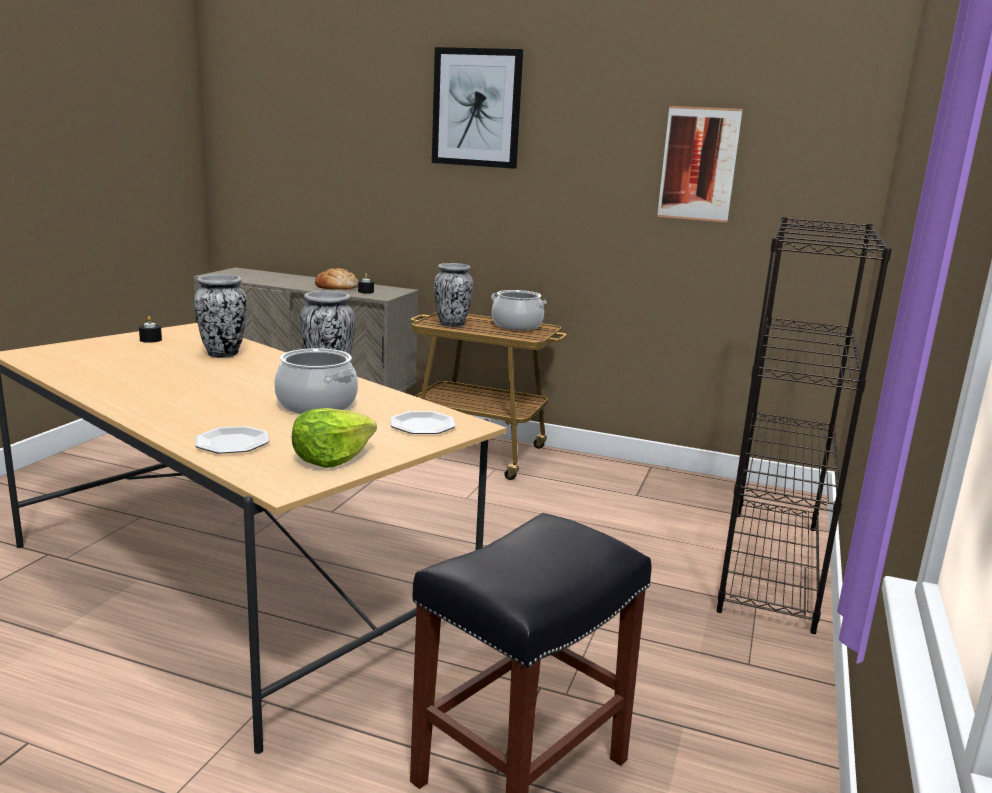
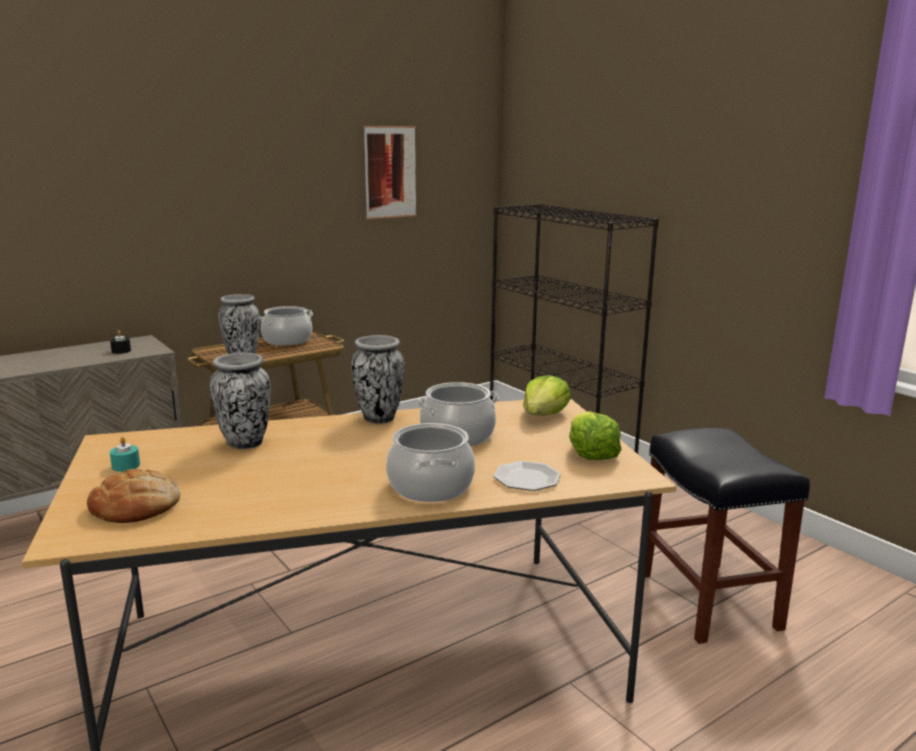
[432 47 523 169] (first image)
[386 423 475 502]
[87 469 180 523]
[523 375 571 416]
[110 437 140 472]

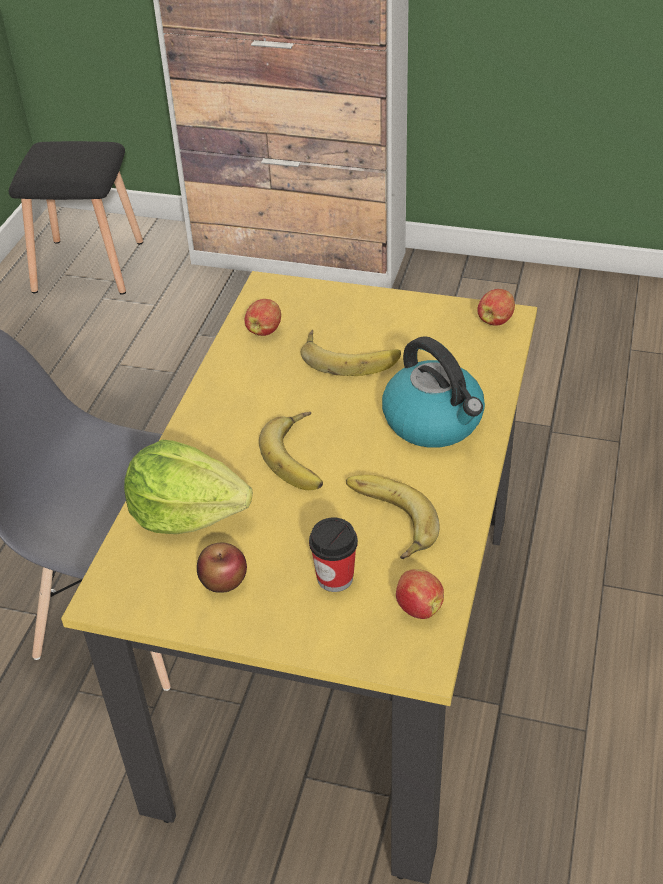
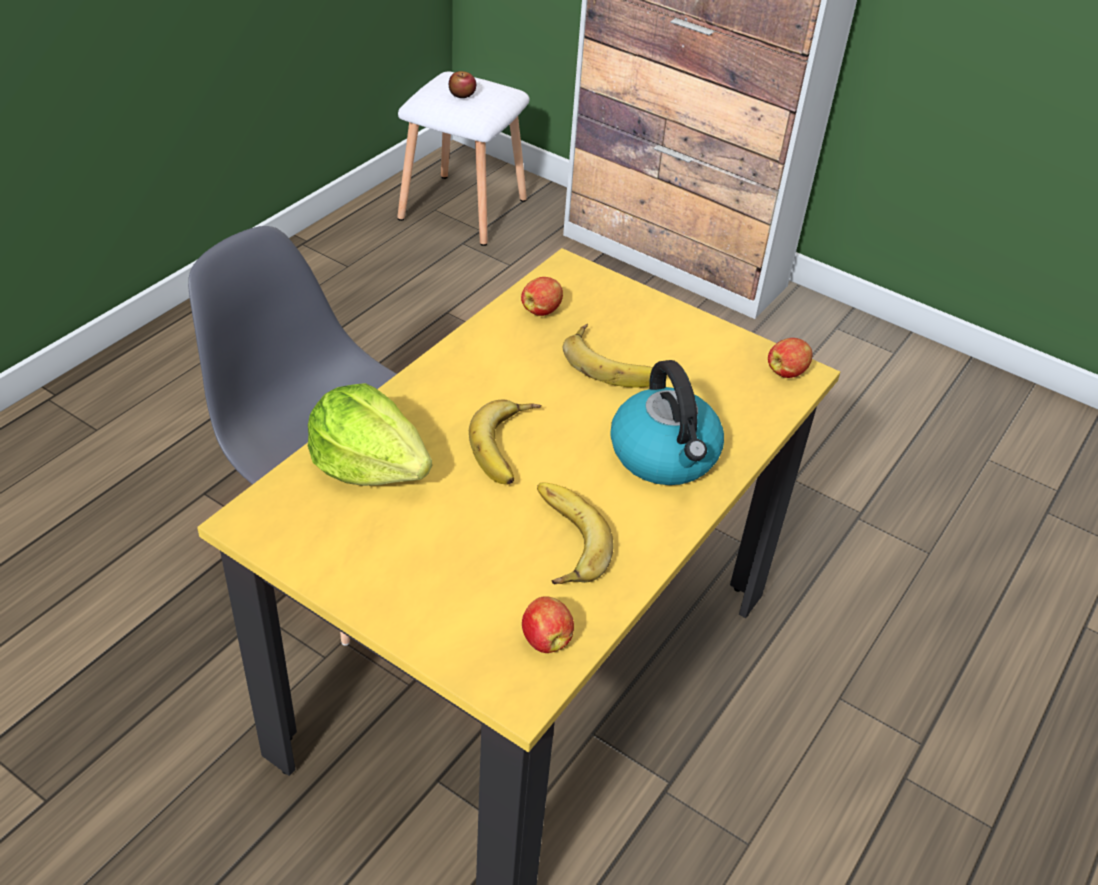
[309 518 358 592] (first image)
[449 71 476 98]
[397 72 530 246]

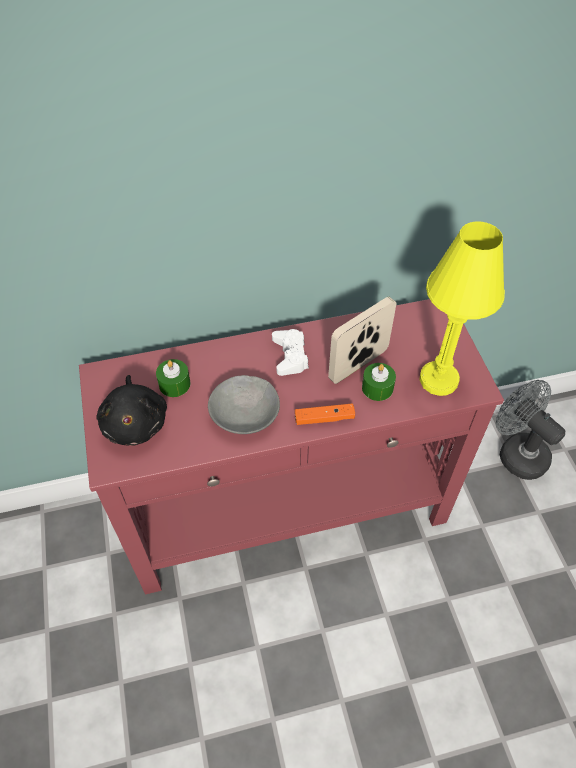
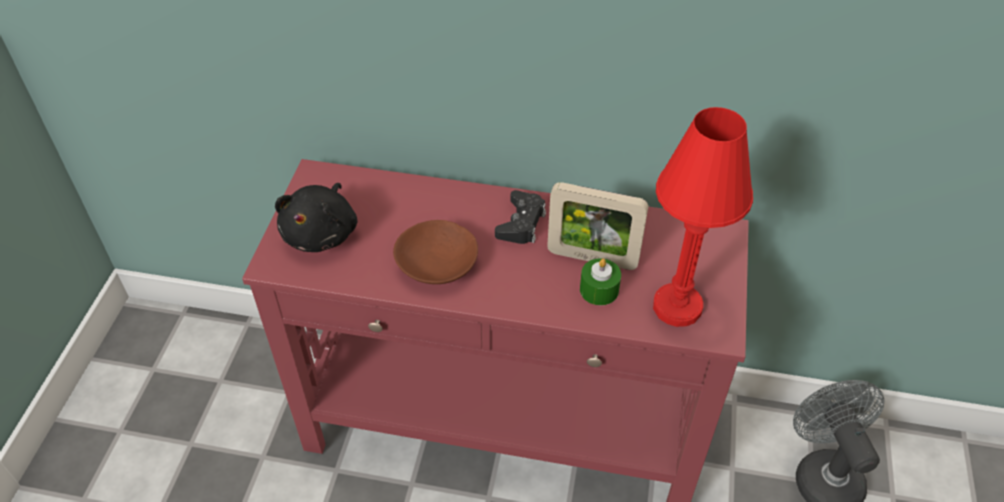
[156 359 190 397] (first image)
[295 403 355 425] (first image)
[393 220 478 284]
[495 190 546 244]
[653 107 753 327]
[547 182 648 270]

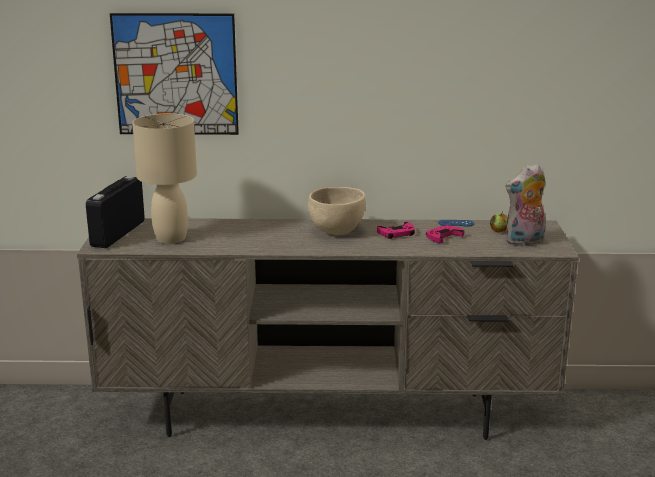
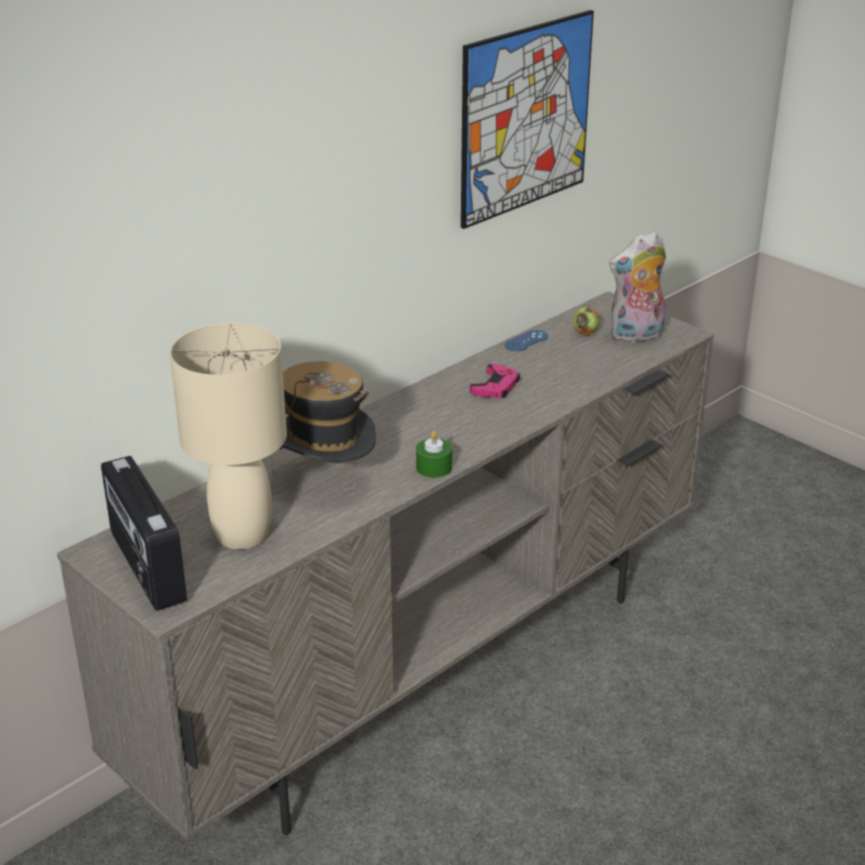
[308 187 366 235] (first image)
[426 225 464 243] (first image)
[271 361 376 477]
[416 431 452 478]
[461 10 594 229]
[609 231 666 343]

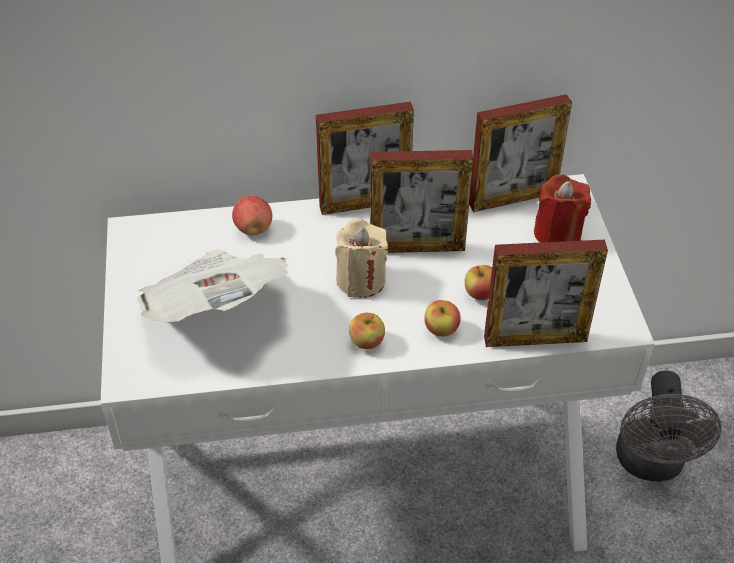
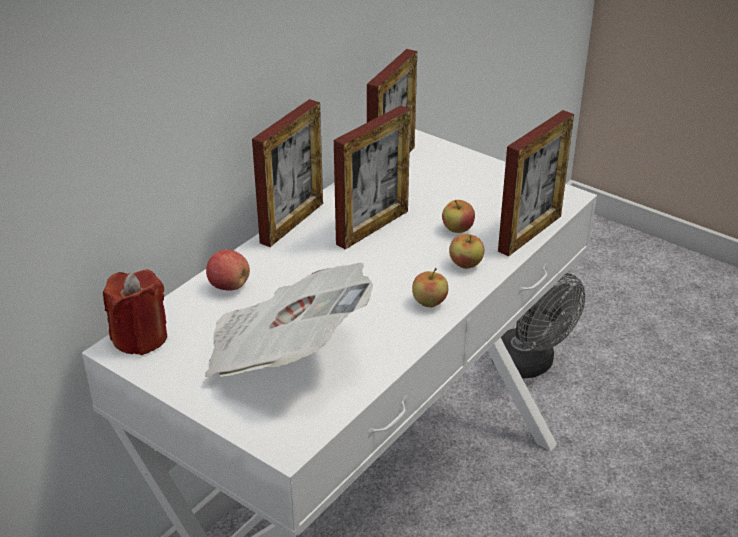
[335 219 388 298] (first image)
[103 270 167 355]

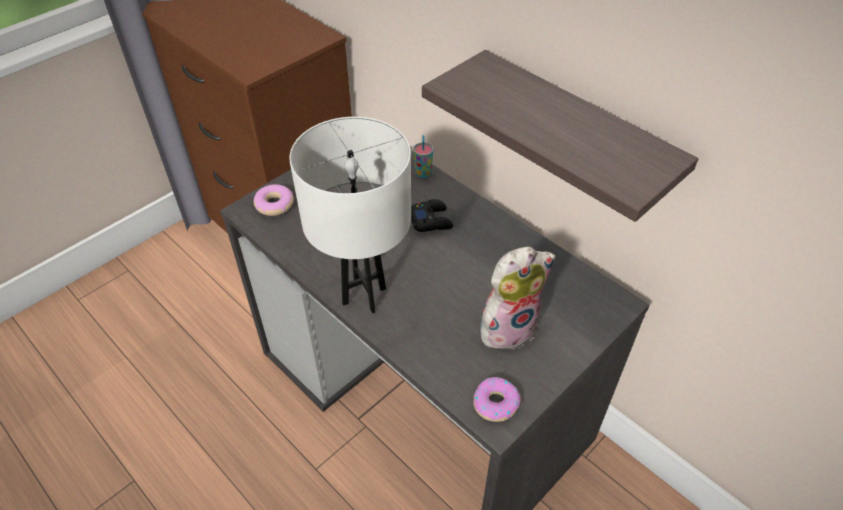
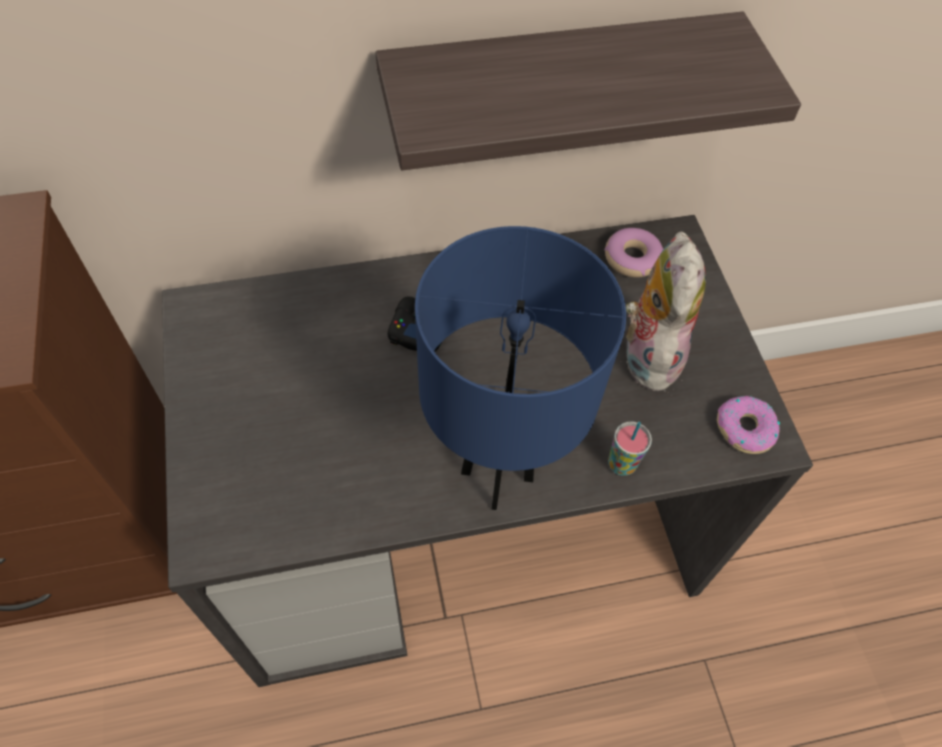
[605 228 663 278]
[608 422 652 476]
[415 226 626 510]

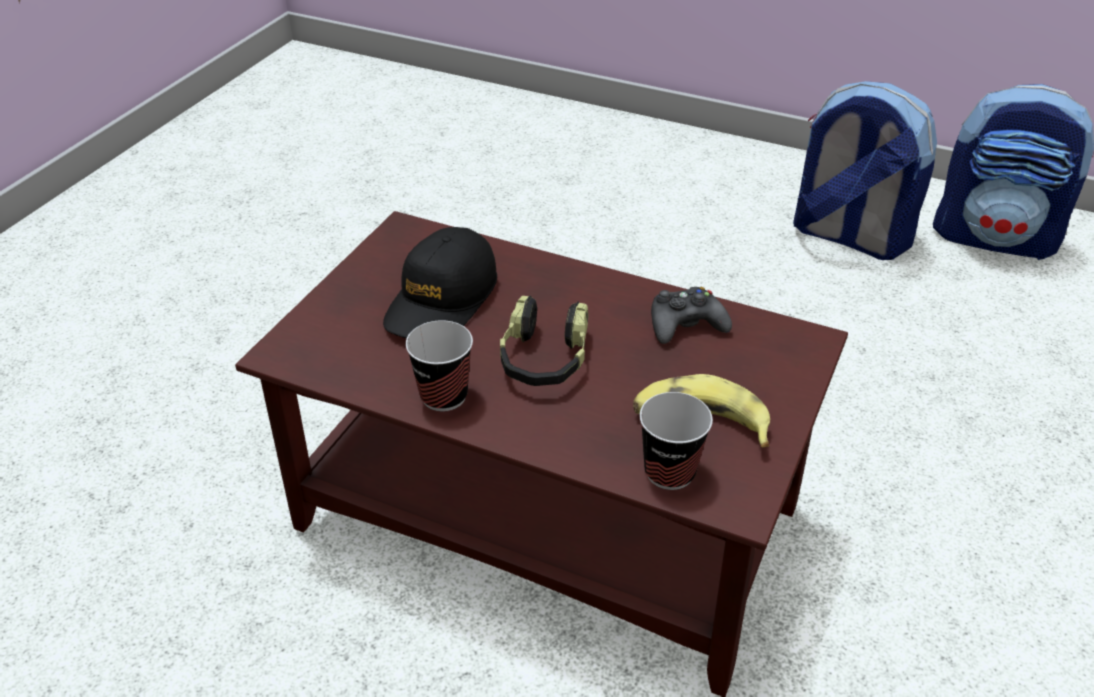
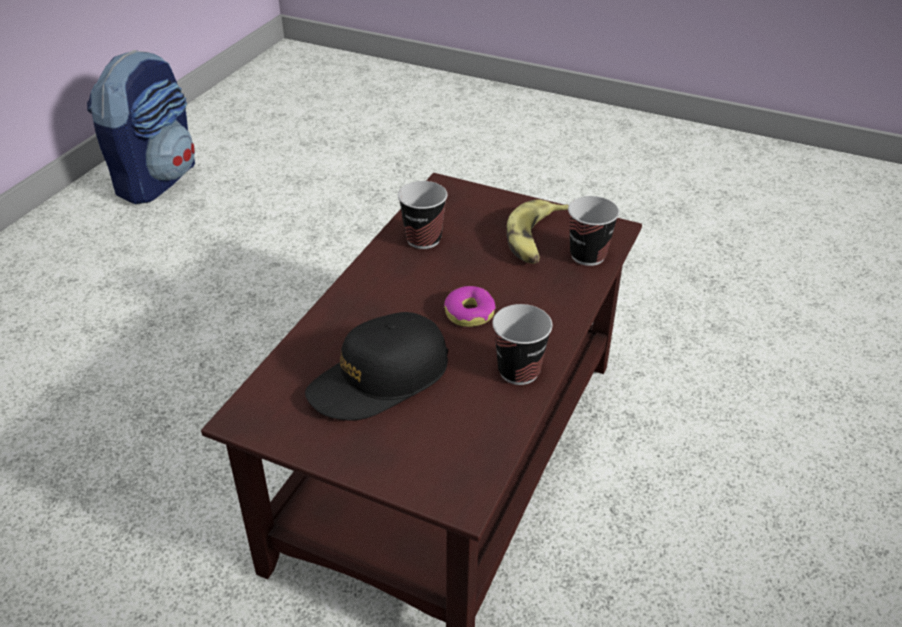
[793 81 937 260] (first image)
[444 286 496 327]
[398 181 447 249]
[305 312 448 421]

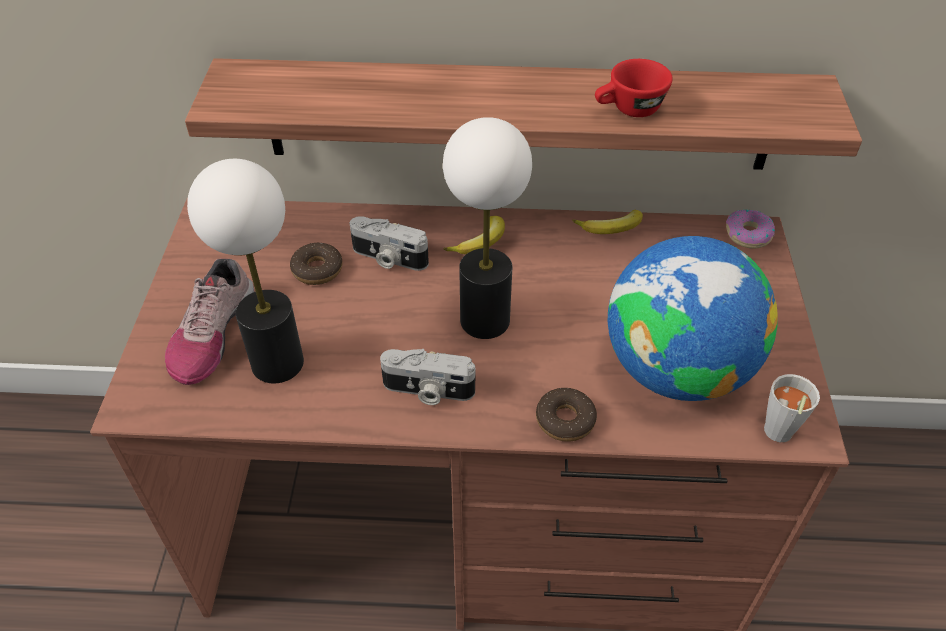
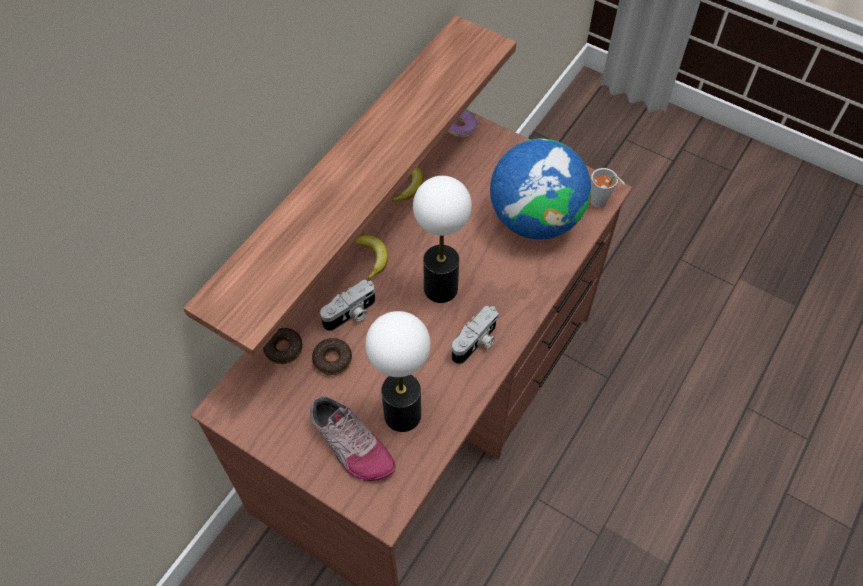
[595 59 673 117] (first image)
[263 328 303 364]

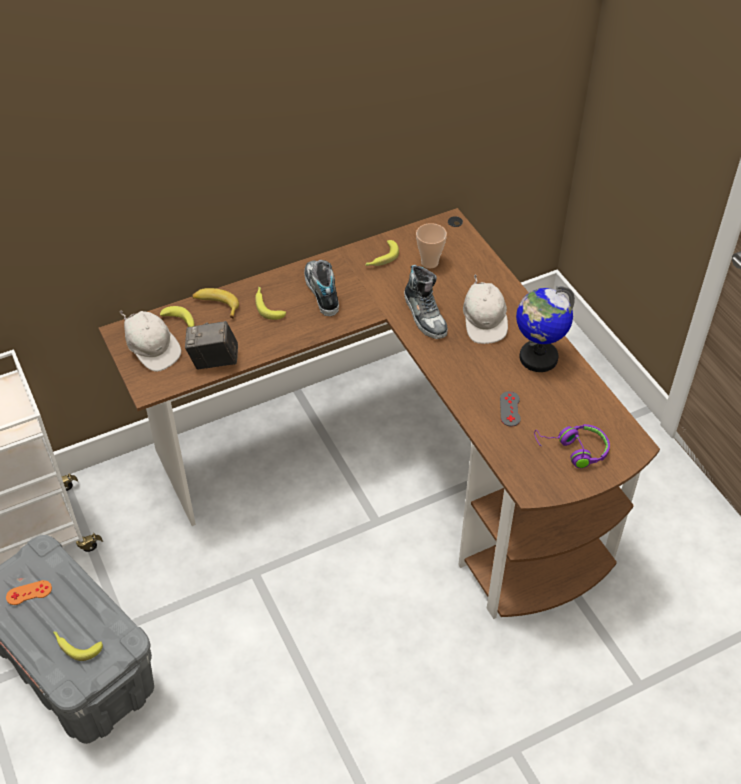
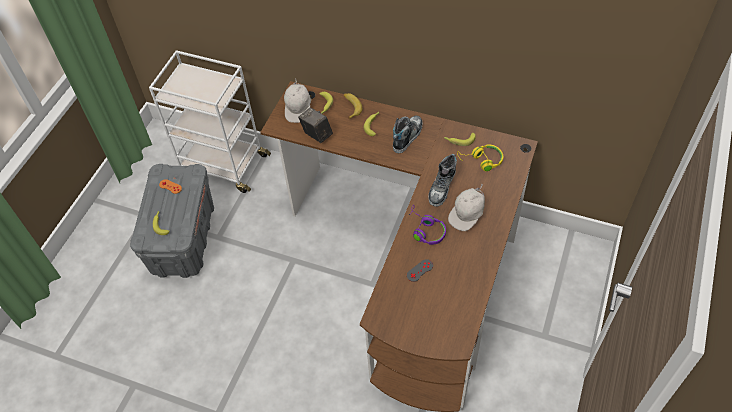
[516 286 575 372] (first image)
[409 205 446 245]
[457 144 504 172]

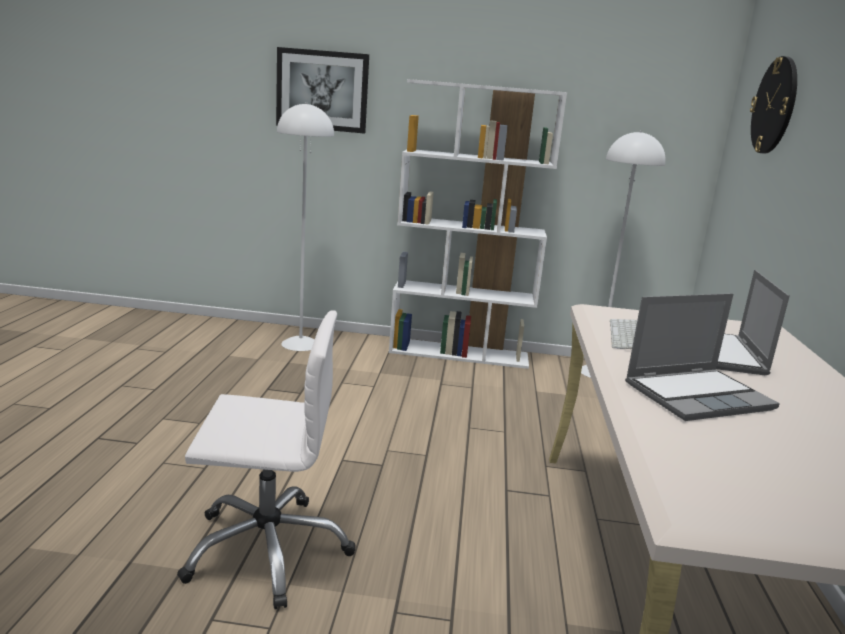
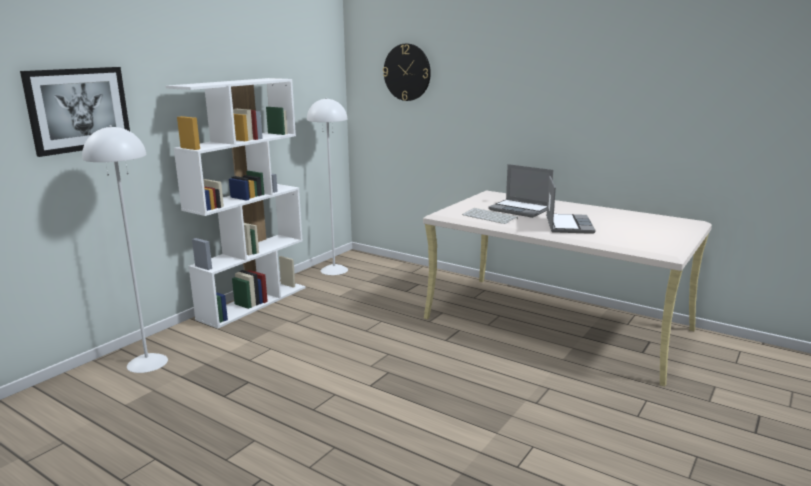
[177 311 356 610] (first image)

